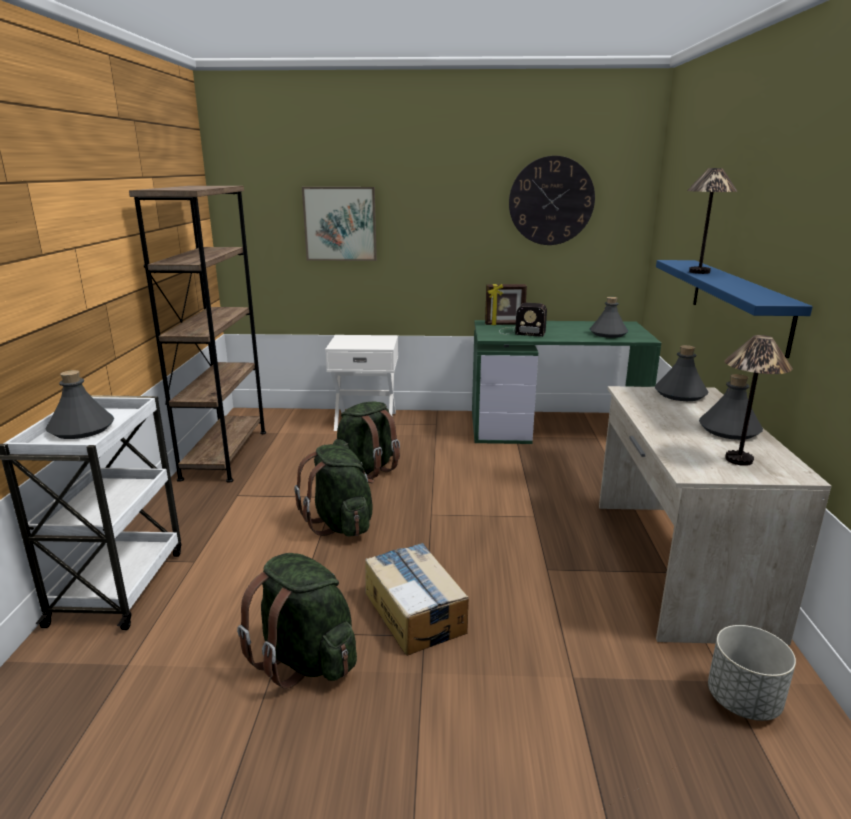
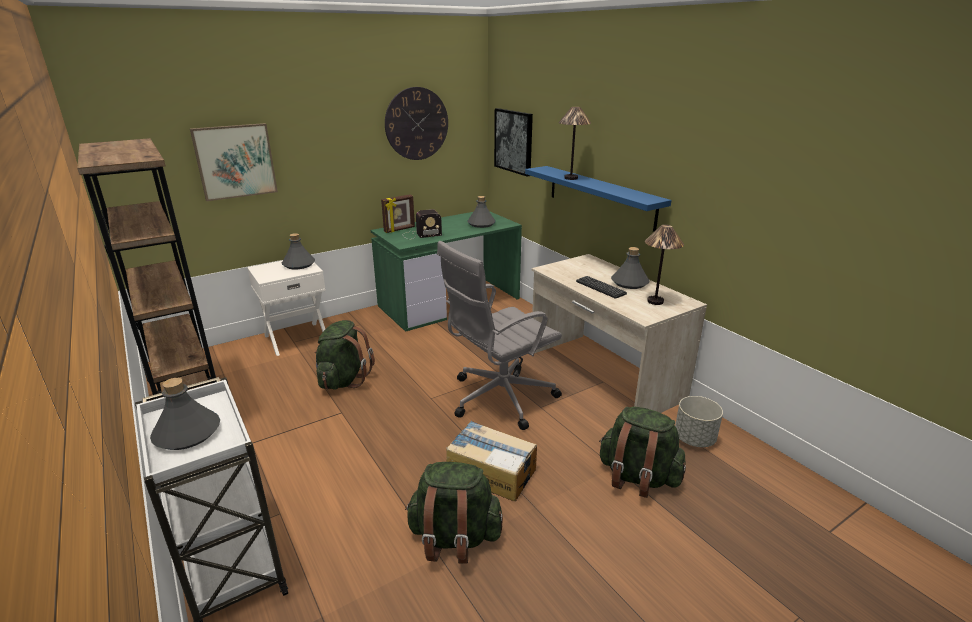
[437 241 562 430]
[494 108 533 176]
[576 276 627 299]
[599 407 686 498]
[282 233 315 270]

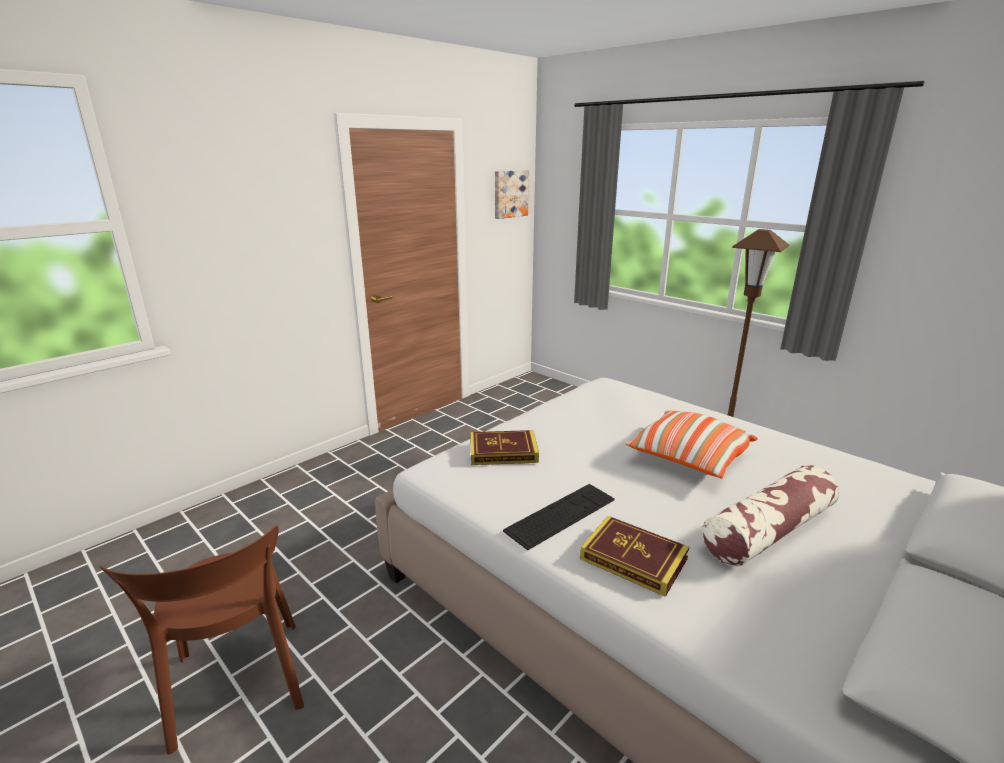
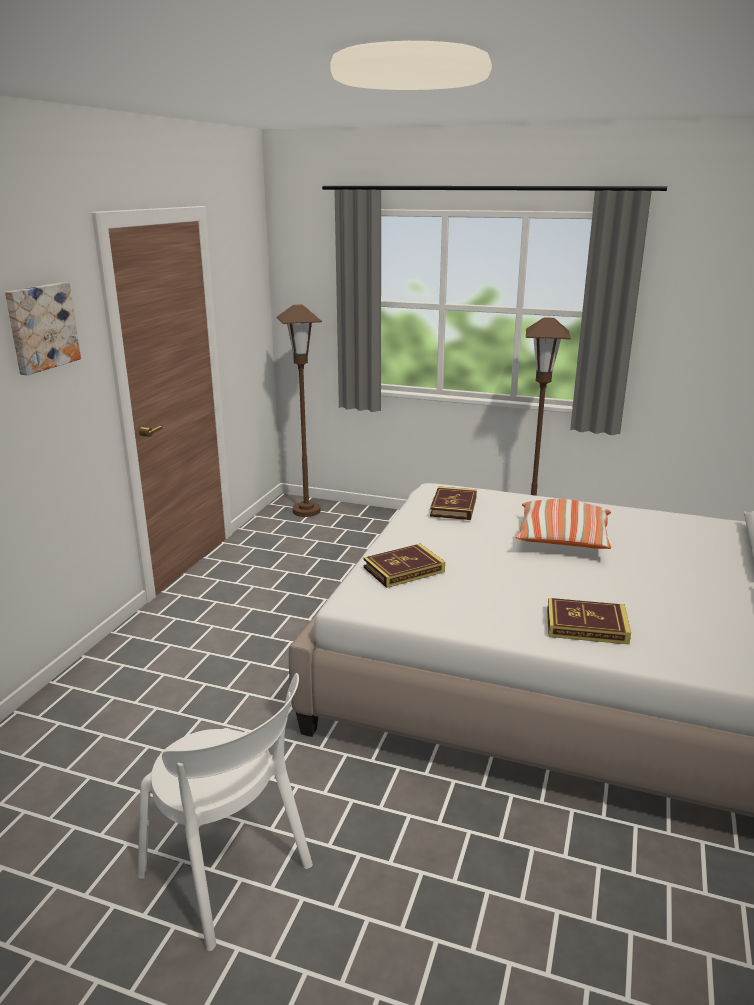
[503 484 615 550] (first image)
[702 465 839 567] (first image)
[277 304 322 517]
[430 486 477 520]
[5 282 81 375]
[138 673 313 951]

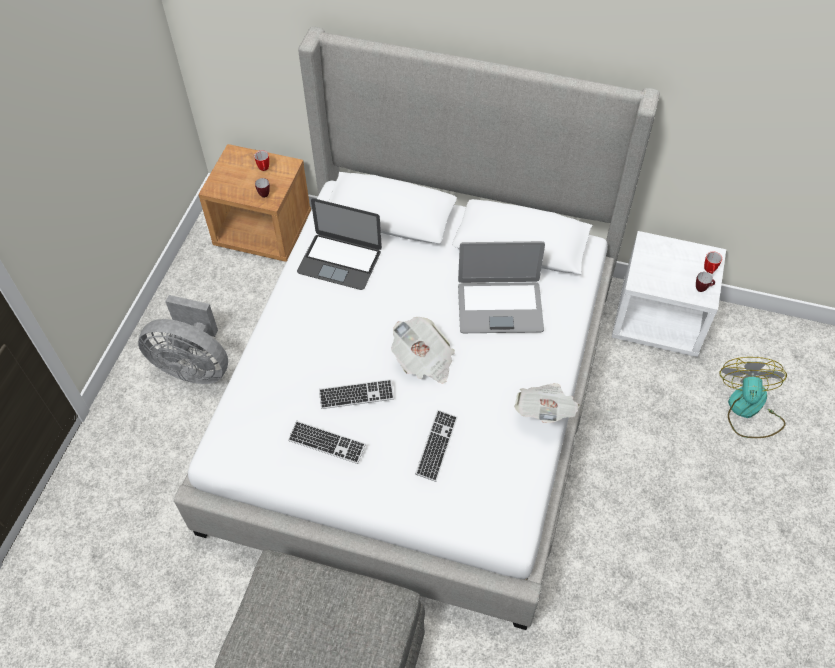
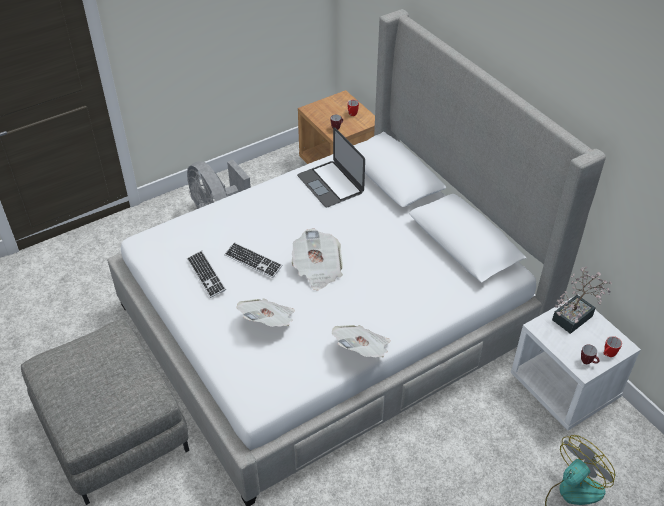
[458 241 545 333] (first image)
[552 267 612 334]
[236 299 295 327]

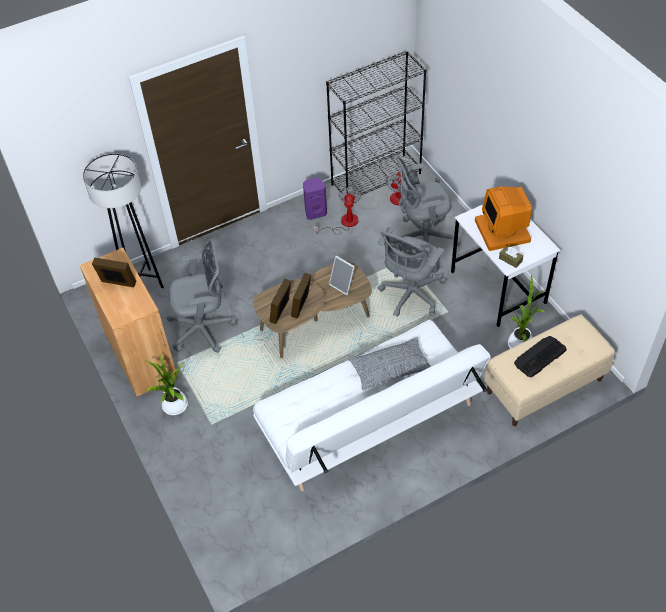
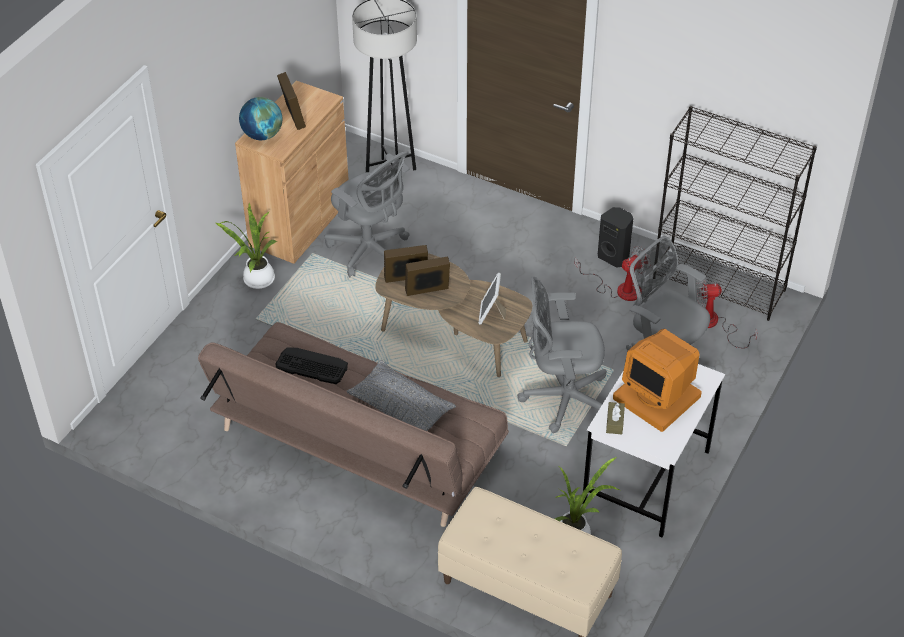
[239 97 282 140]
[275 347 348 384]
[198 322 509 527]
[598 207 633 268]
[613 329 702 432]

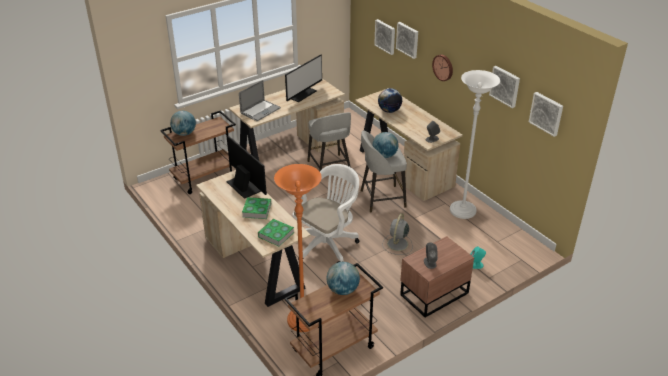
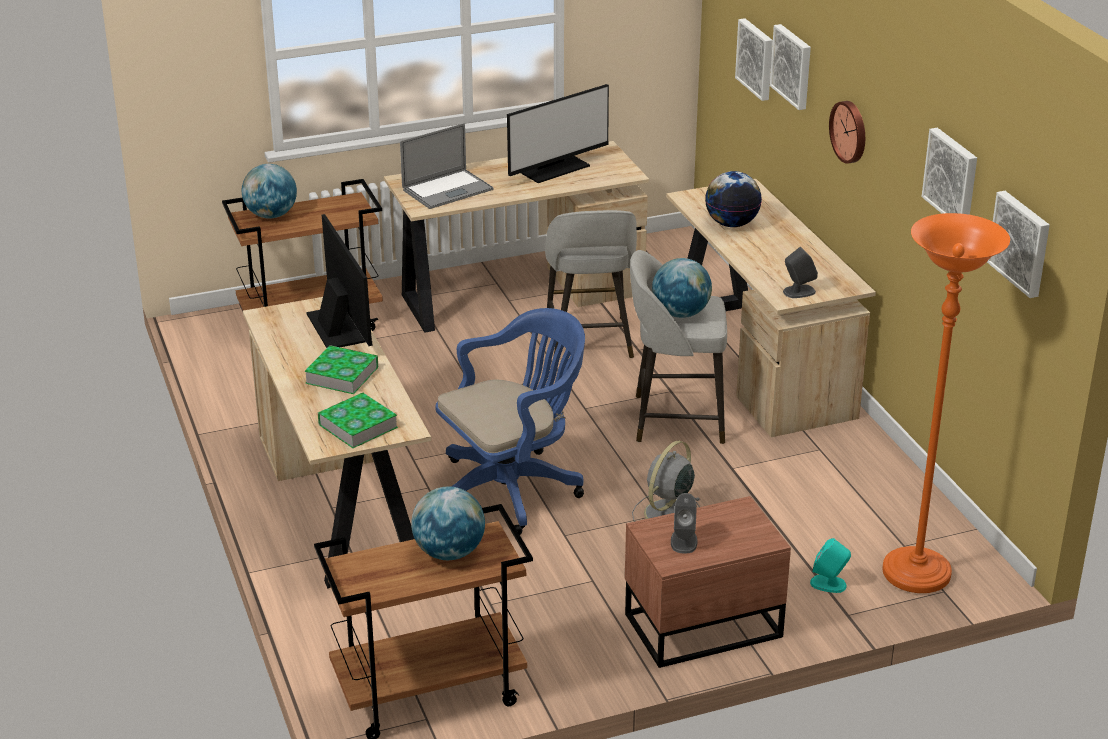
[450 70 500 219] (first image)
[883 213 1010 593]
[436 308 585 535]

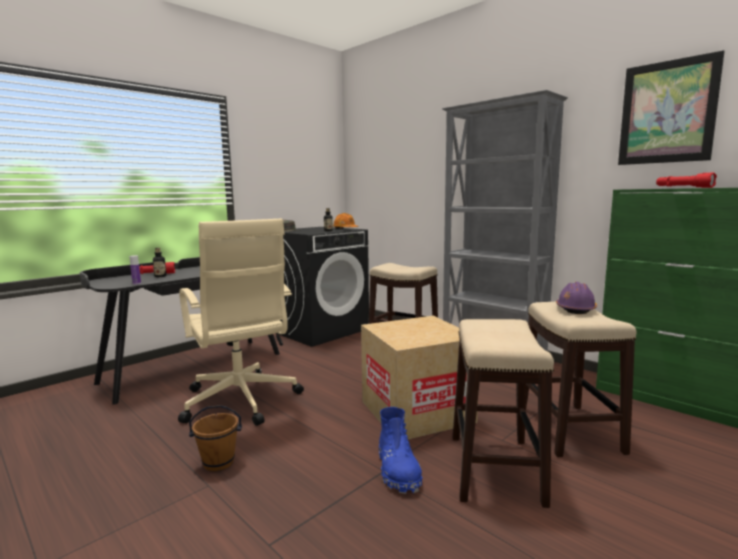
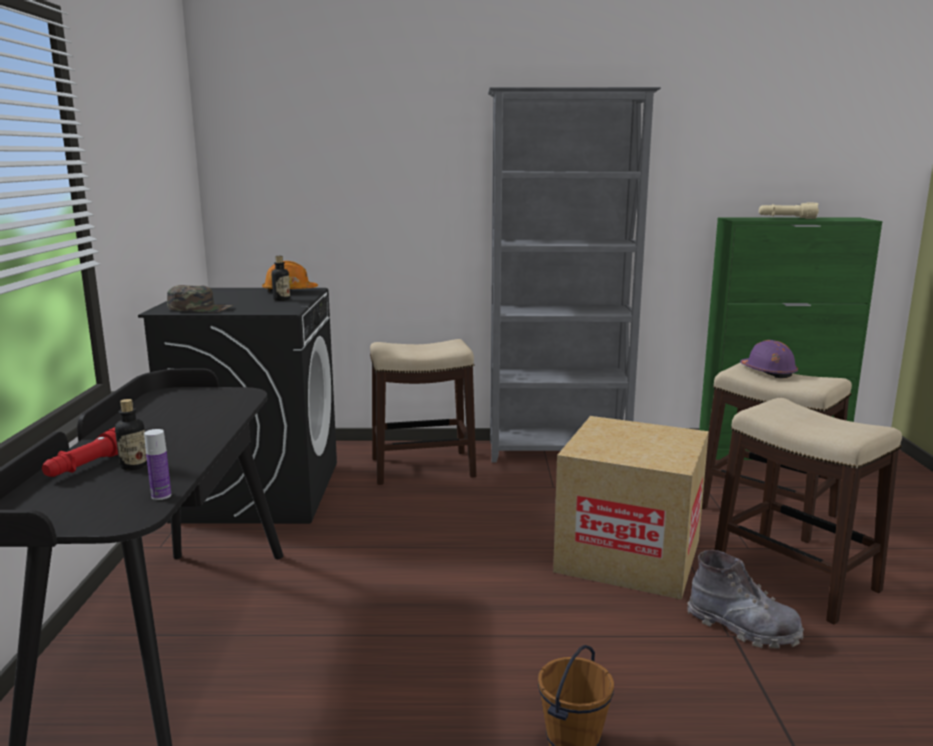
[178 219 304 426] (first image)
[618 50 725 165] (first image)
[687 550 804 649]
[759 203 819 219]

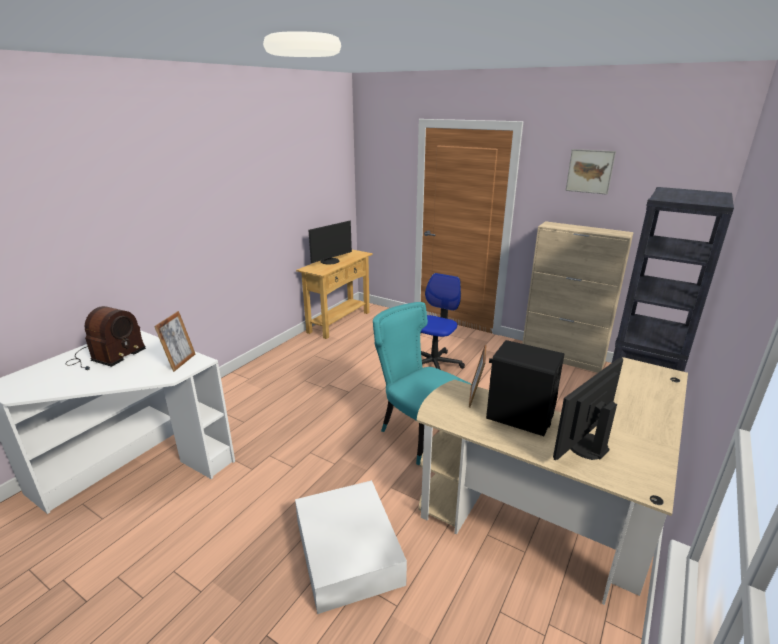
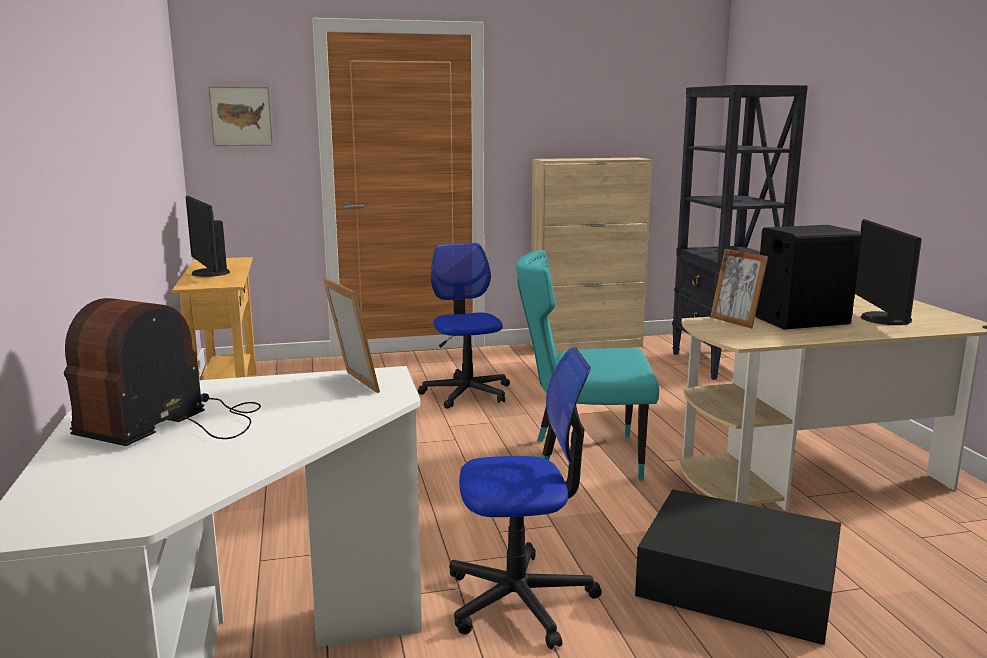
[449 347 602 649]
[208 86 273 146]
[635 489 841 645]
[64 298 261 446]
[186 196 230 277]

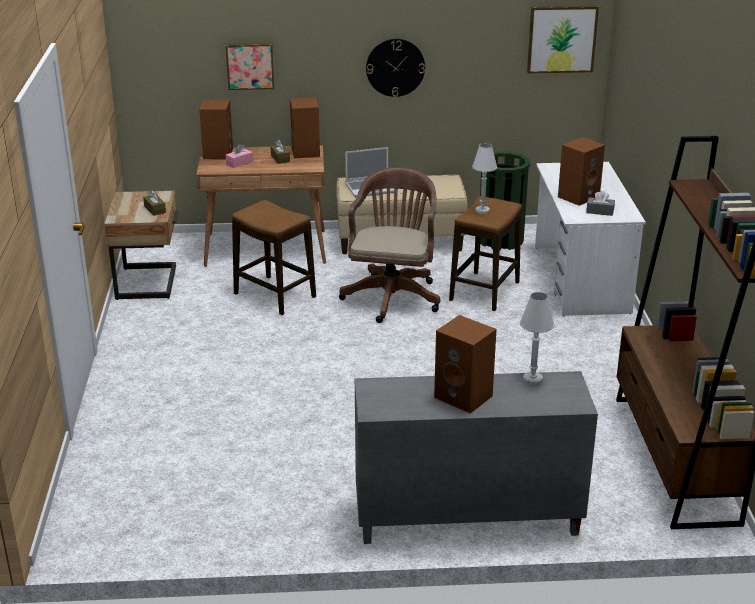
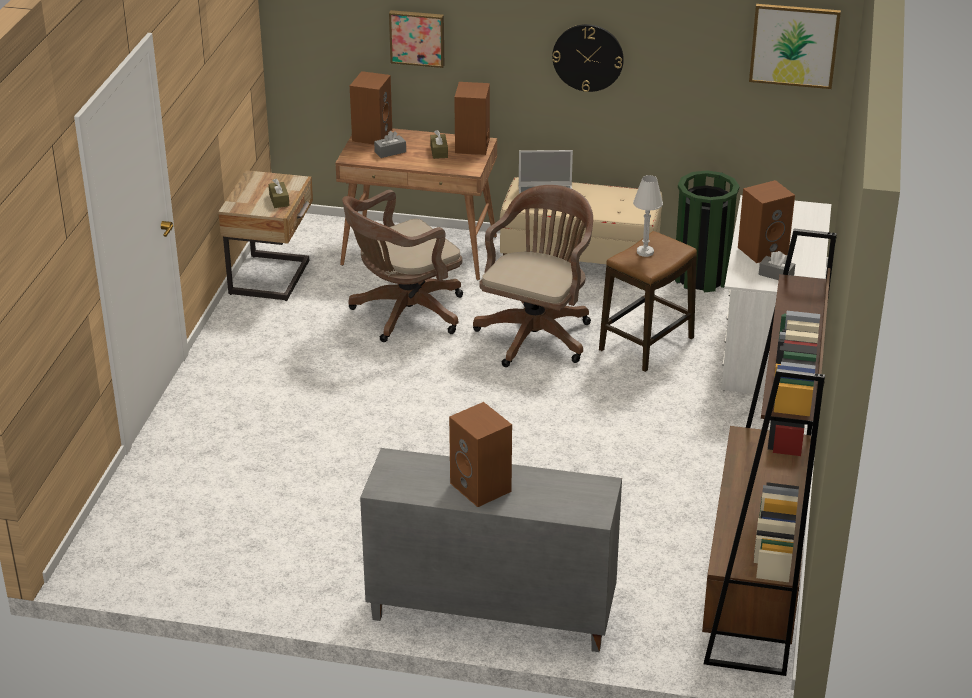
[520 292 554 385] (first image)
[342 190 463 342]
[374 131 406 158]

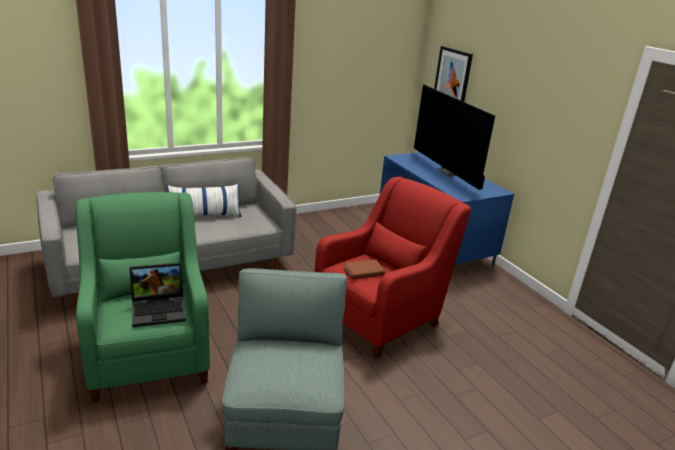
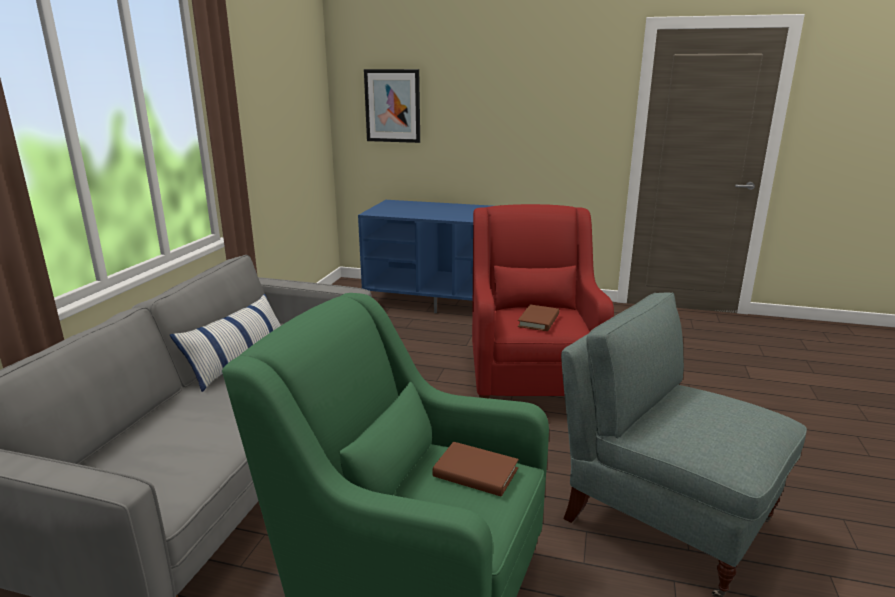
[414 84 495 190] (first image)
[432 442 519 497]

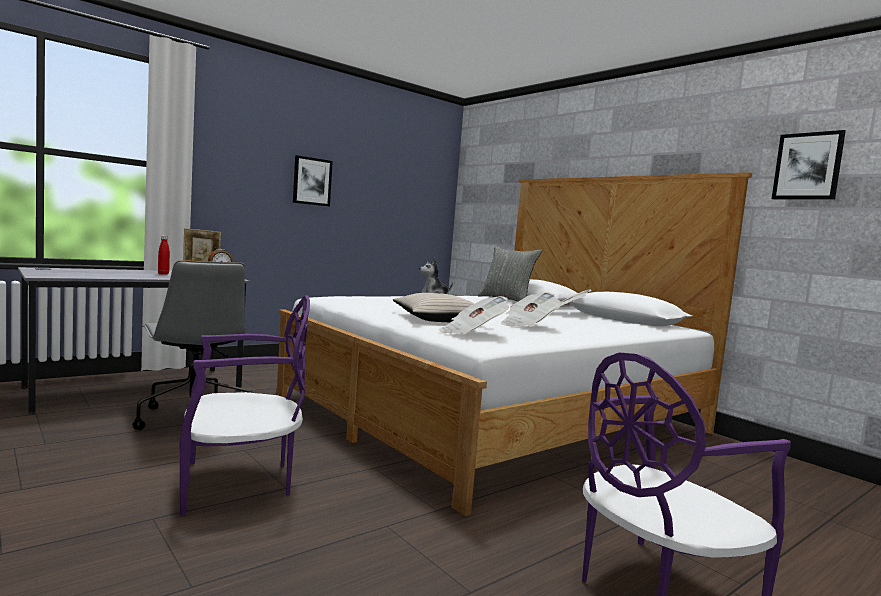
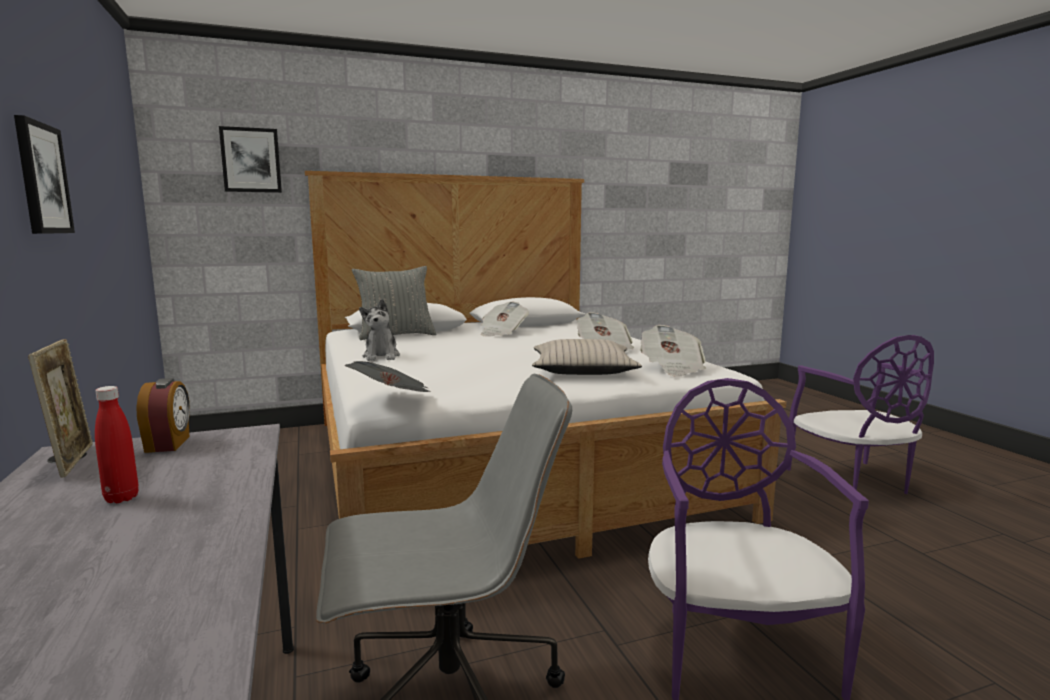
[345 361 430 392]
[219 126 282 193]

